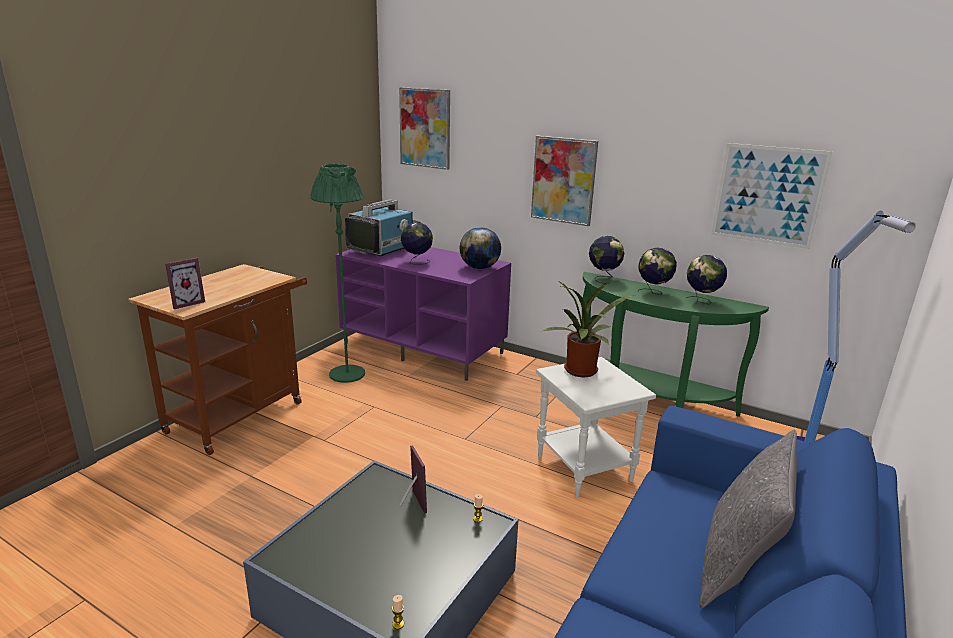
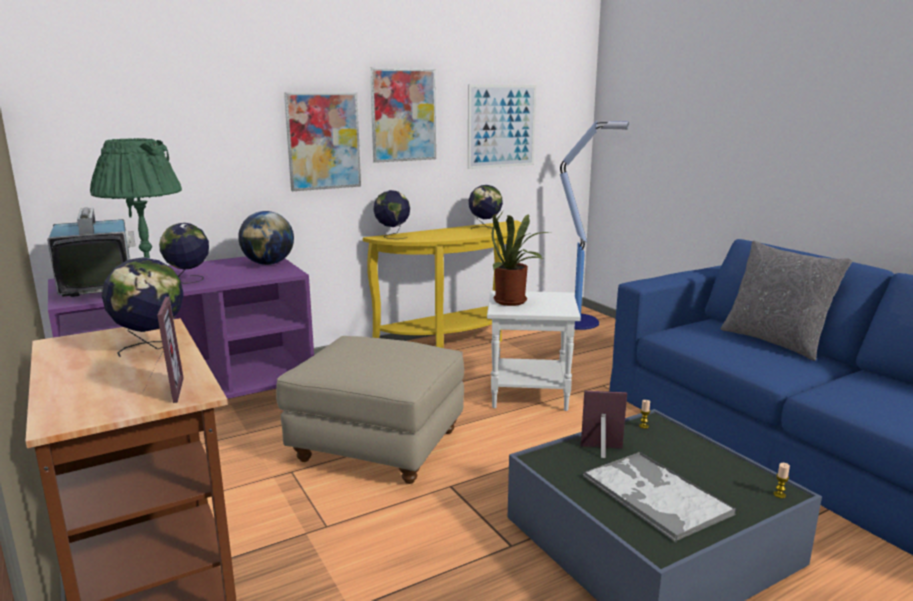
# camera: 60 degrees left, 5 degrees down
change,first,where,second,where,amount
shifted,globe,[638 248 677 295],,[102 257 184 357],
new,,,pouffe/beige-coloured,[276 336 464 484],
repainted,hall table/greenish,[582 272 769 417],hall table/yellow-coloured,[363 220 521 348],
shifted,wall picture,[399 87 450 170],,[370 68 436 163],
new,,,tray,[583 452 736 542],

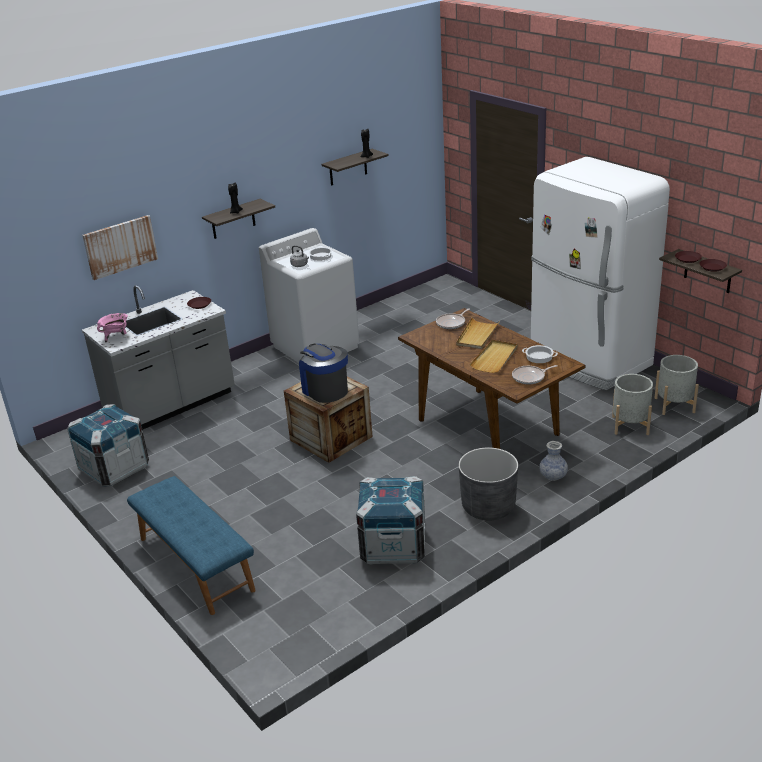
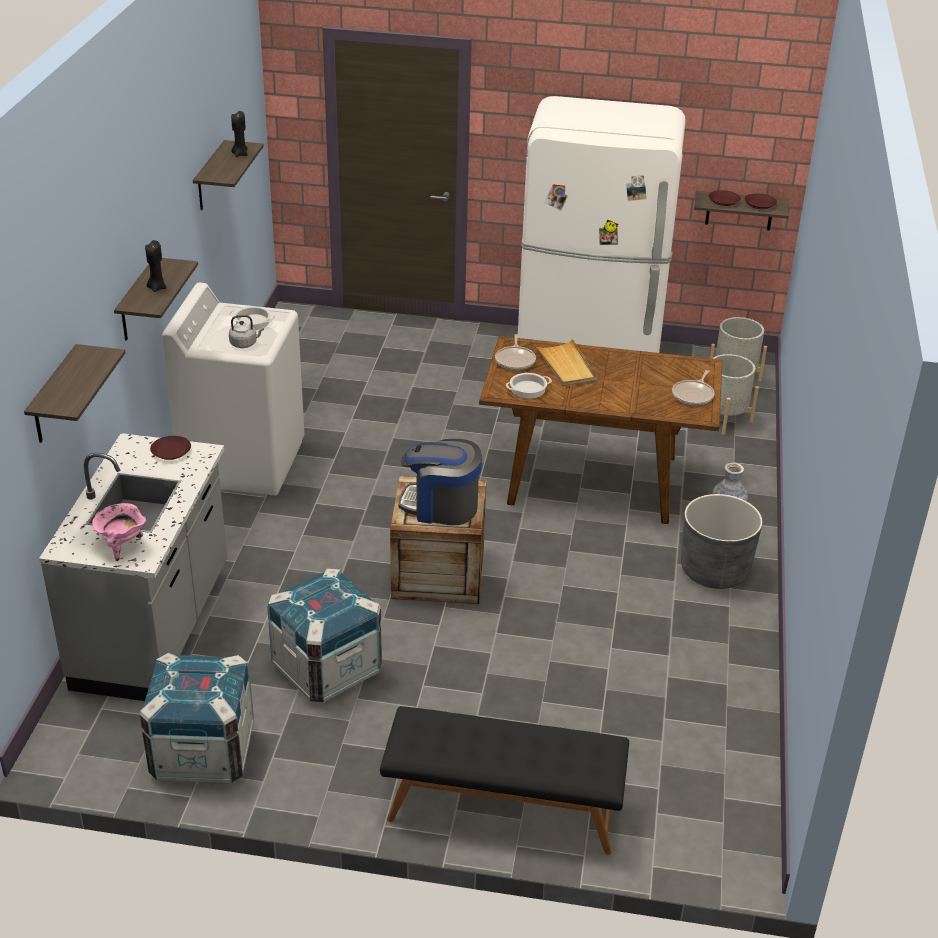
# camera: 45 degrees left, 5 degrees up
change,first,where,second,where,amount
swapped,wall picture,[82 215 158 280],bracket shelf,[24 344 125 443],
shifted,shipping crate,[356 476 425 565],,[267 569 382 703],
repainted,bench/bluish,[127 476 256 615],bench/black,[380 706 629 855],
shifted,saucepot,[522 345 558 363],,[506 373 552 399],
gone,tray/beige-coloured,[470 340 517 373],,,

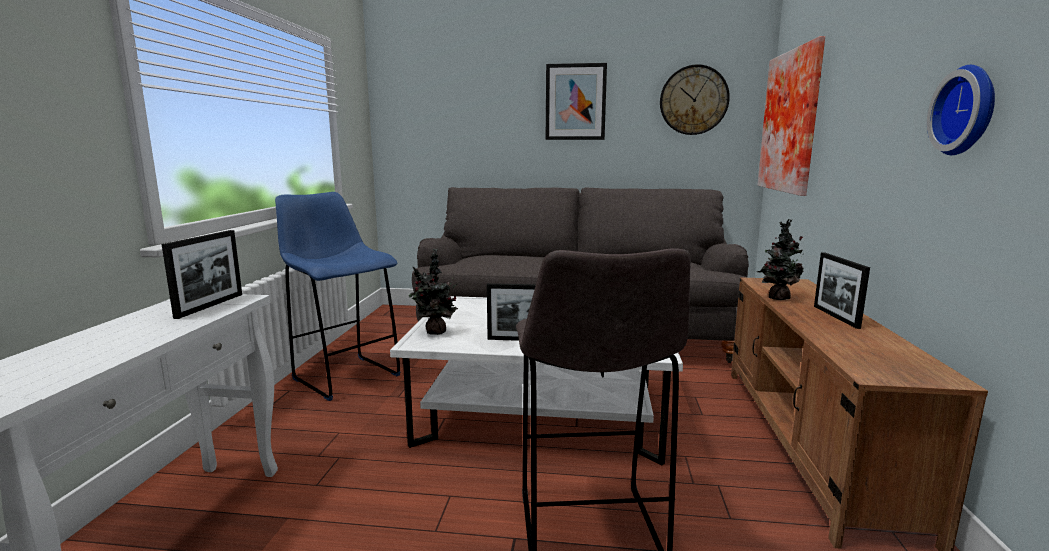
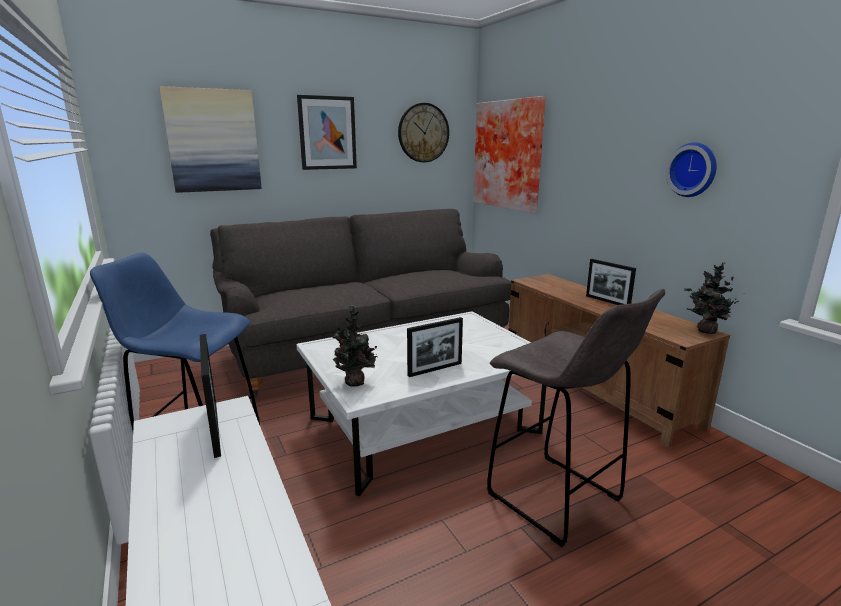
# camera: 35 degrees left, 5 degrees up
change,first,where,second,where,amount
new,,,wall picture,[159 86 262 193],
shifted,potted plant,[757 219 804 300],,[684 262 742 334],

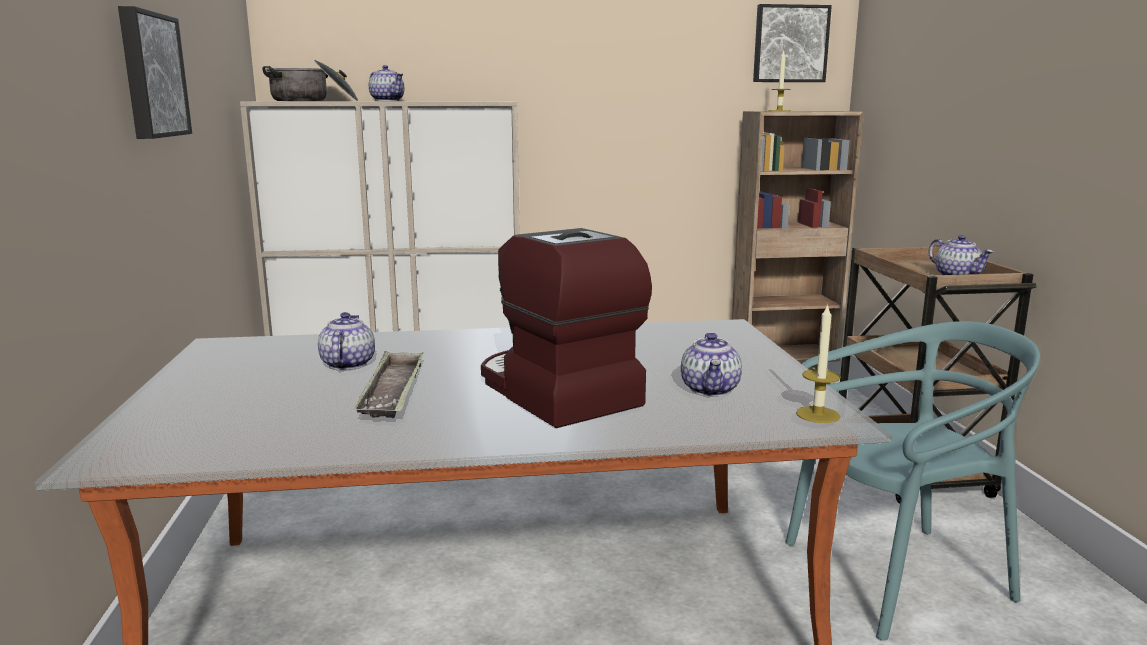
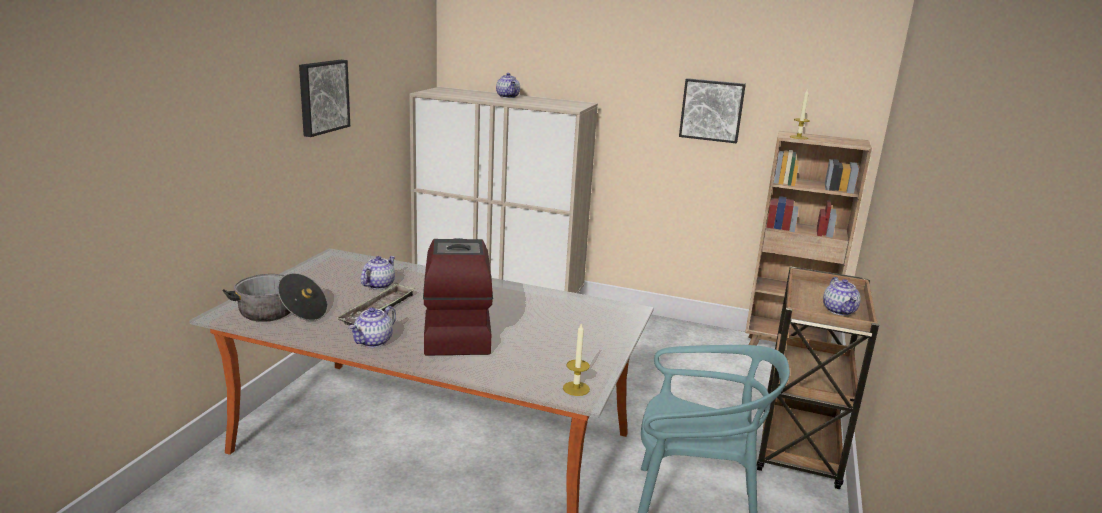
# camera: 25 degrees right, 5 degrees up
change,first,where,second,where,amount
shifted,saucepot,[262 60 358 101],,[222 273 328 322],
shifted,teapot,[681 333 742 396],,[348 306 396 347],
shifted,wall picture,[753 4 832 82],,[679 78 746 144],

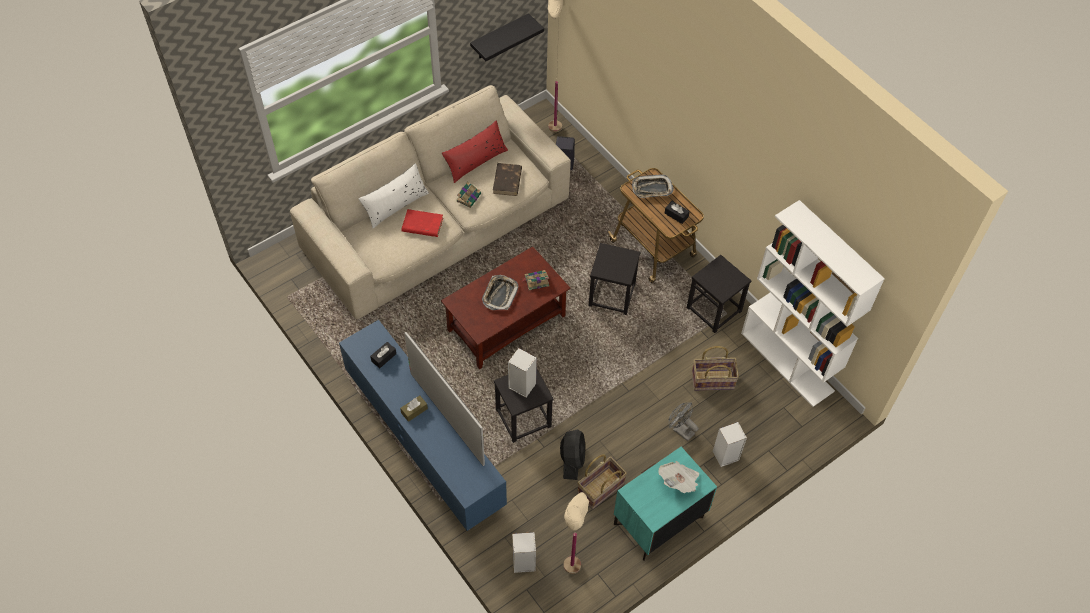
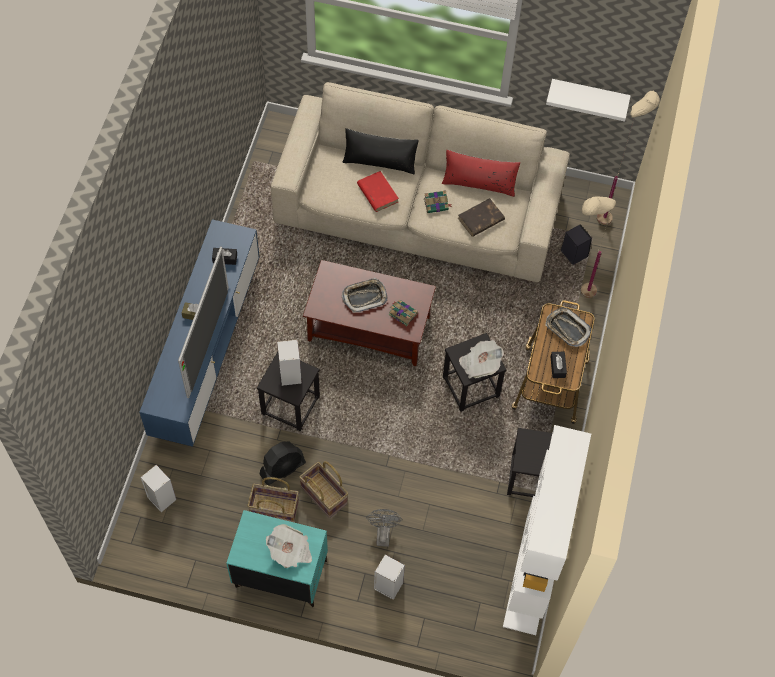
# camera: 50 degrees right, 5 degrees up
change,first,where,second,where,amount
shifted,storage basket,[692 346 739 391],,[299 461 348 518],
repainted,pillow/whitish,[358 163 429 228],pillow/black,[342 128 419 174],
new,,,daily paper,[459 340 504 379],
repainted,bracket shelf/black,[470 13 544 61],bracket shelf/whitish,[546 79 631 122],
shifted,floor lamp/beige-coloured,[563 491 589 574],,[581 197 616 298],

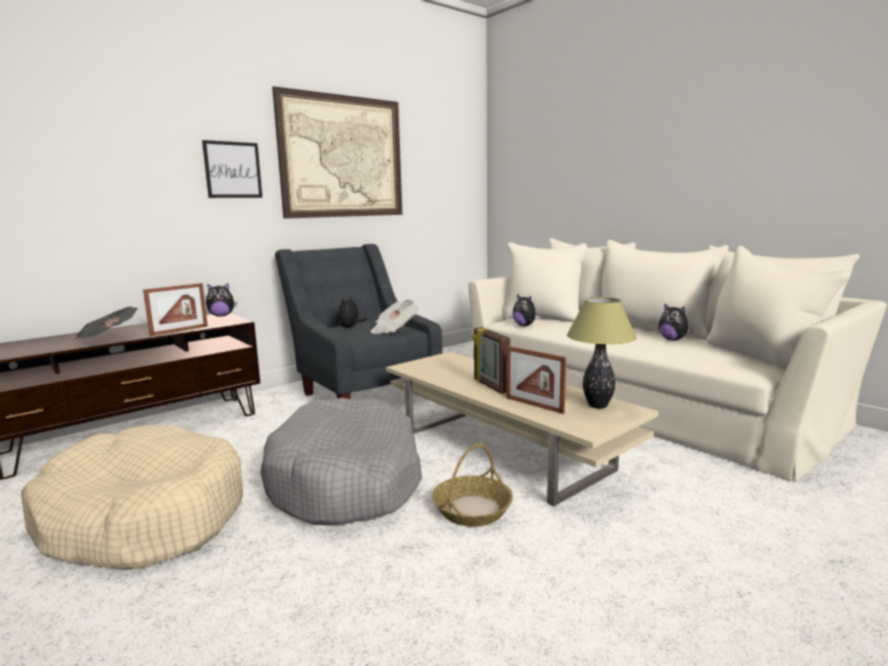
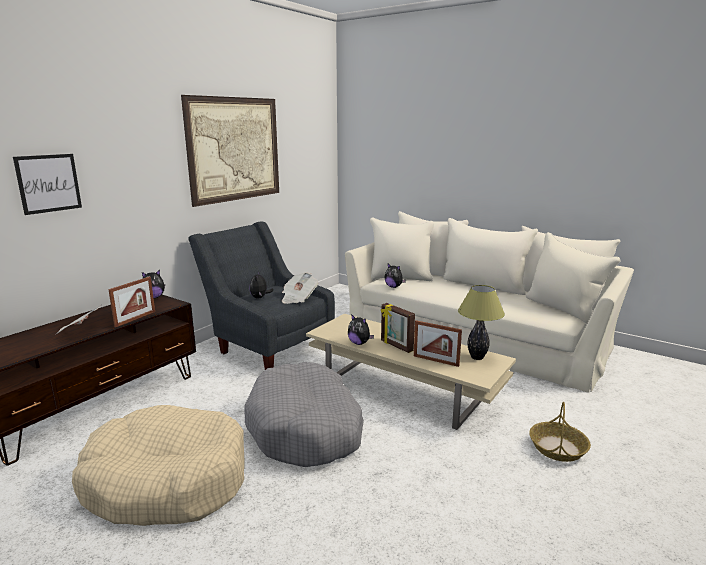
# camera: 15 degrees left, 5 degrees up
change,first,where,second,where,amount
shifted,wall picture,[202 140 262 198],,[13 154 82 215],
shifted,plush toy,[658 303 693 341],,[348 314 374 345],
shifted,storage basket,[432 443 513 527],,[529 402 591 462],

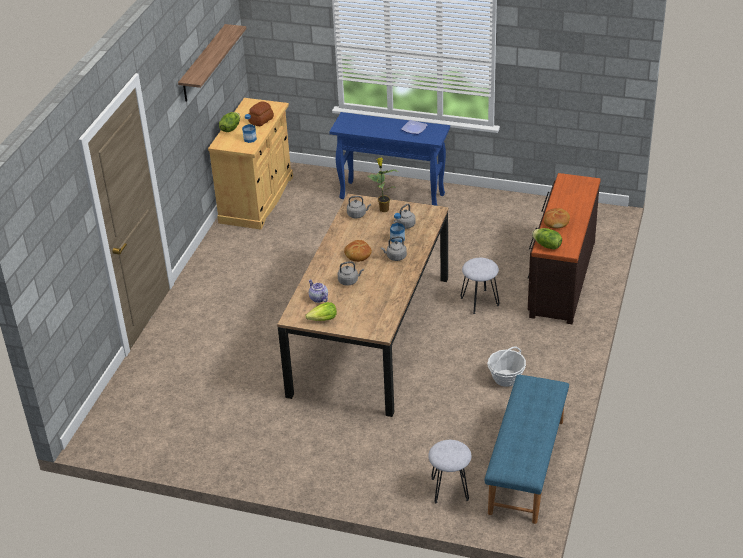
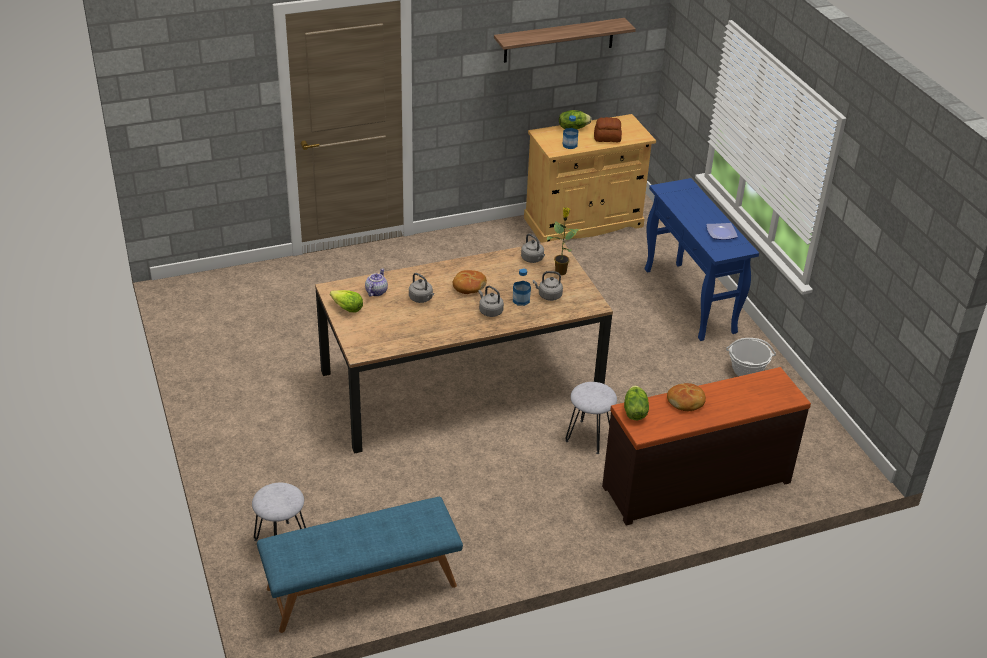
# camera: 50 degrees right, 0 degrees up
change,first,where,second,where,amount
shifted,storage basket,[487 346 526 387],,[726 338 776 376],

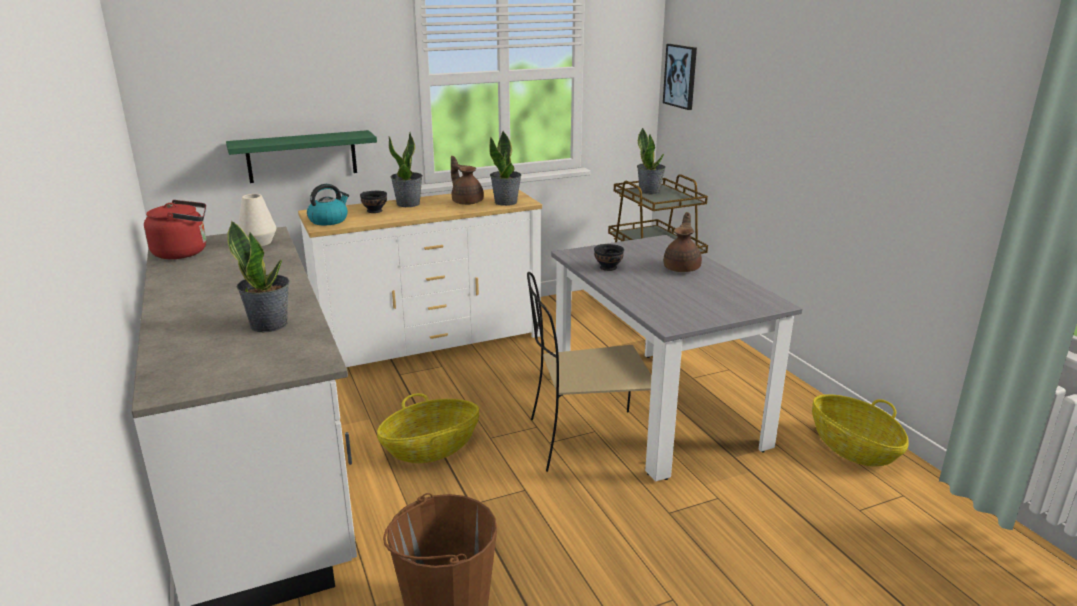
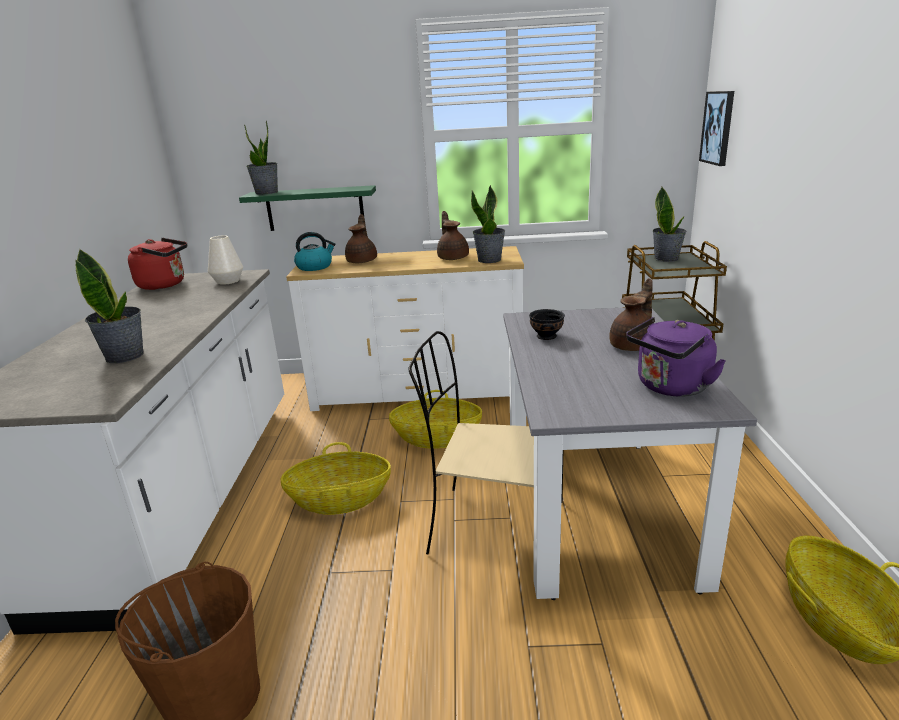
# camera: 25 degrees right, 0 degrees up
change,first,where,second,where,amount
shifted,potted plant,[389 132 423 207],,[244 120 278 195],
swapped,bowl/black,[360 191 387 213],teapot/brownish,[345 214 377 263],
new,,,storage basket,[389 390 482 449],
new,,,kettle/purple,[626 317 726 397],

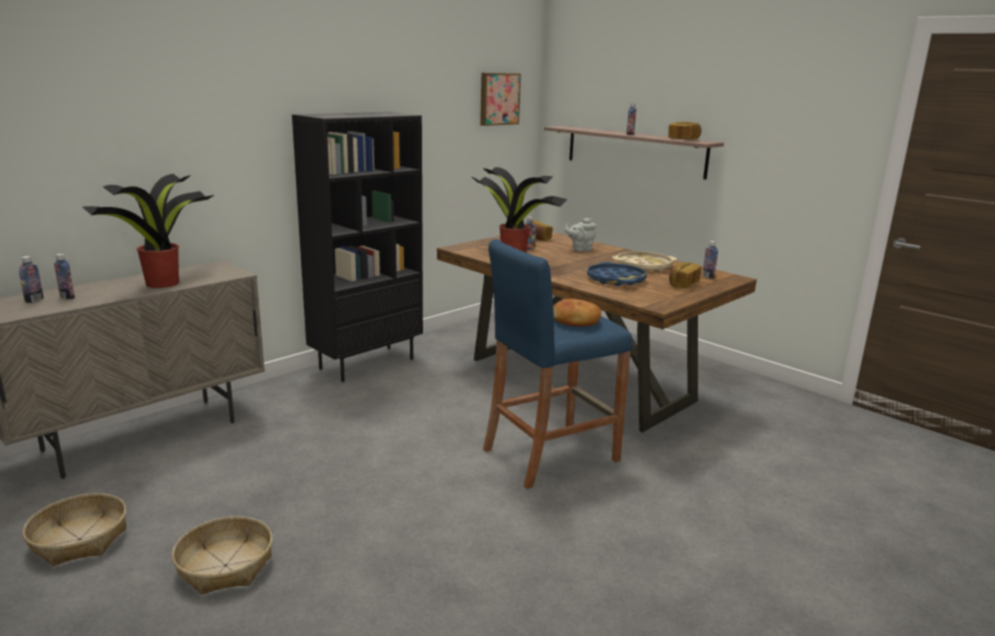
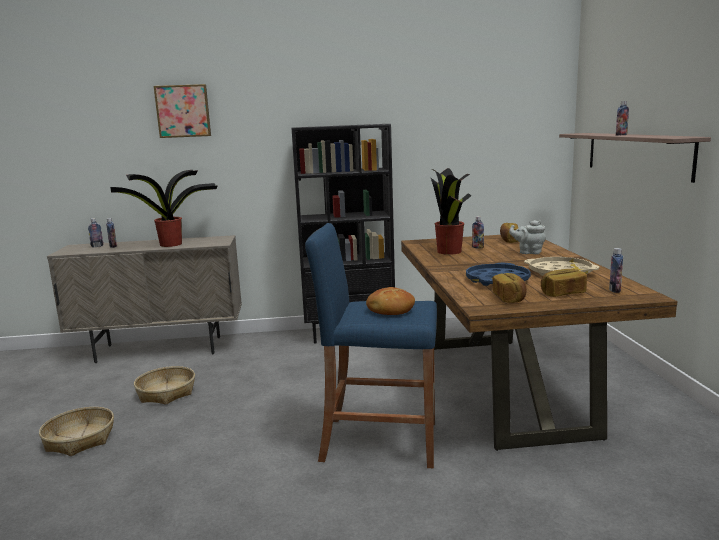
# camera: 40 degrees right, 5 degrees down
change,first,where,second,where,amount
shifted,storage basket,[23 493 126 566],,[134 366 195 405],
shifted,wall picture,[480 73 521 126],,[154 84 211 138],
shifted,bread,[668 122 701 140],,[492 273 527 303],

